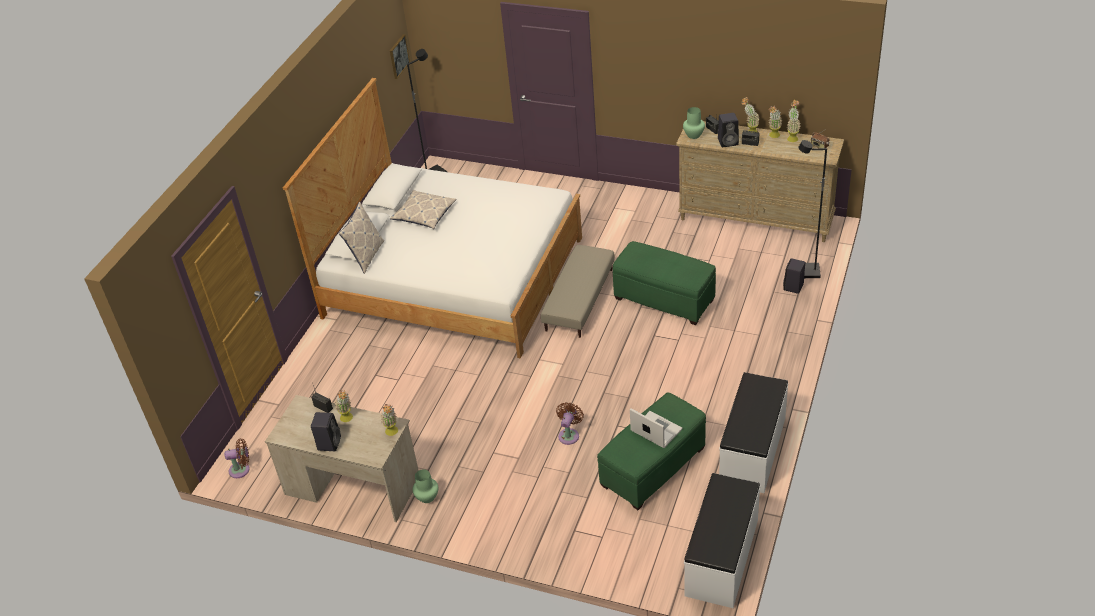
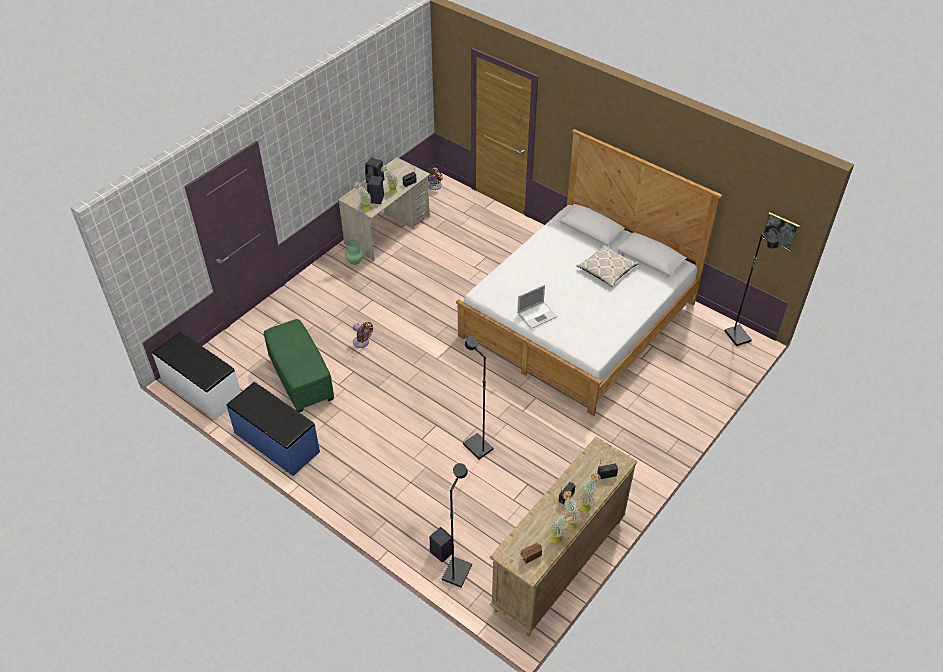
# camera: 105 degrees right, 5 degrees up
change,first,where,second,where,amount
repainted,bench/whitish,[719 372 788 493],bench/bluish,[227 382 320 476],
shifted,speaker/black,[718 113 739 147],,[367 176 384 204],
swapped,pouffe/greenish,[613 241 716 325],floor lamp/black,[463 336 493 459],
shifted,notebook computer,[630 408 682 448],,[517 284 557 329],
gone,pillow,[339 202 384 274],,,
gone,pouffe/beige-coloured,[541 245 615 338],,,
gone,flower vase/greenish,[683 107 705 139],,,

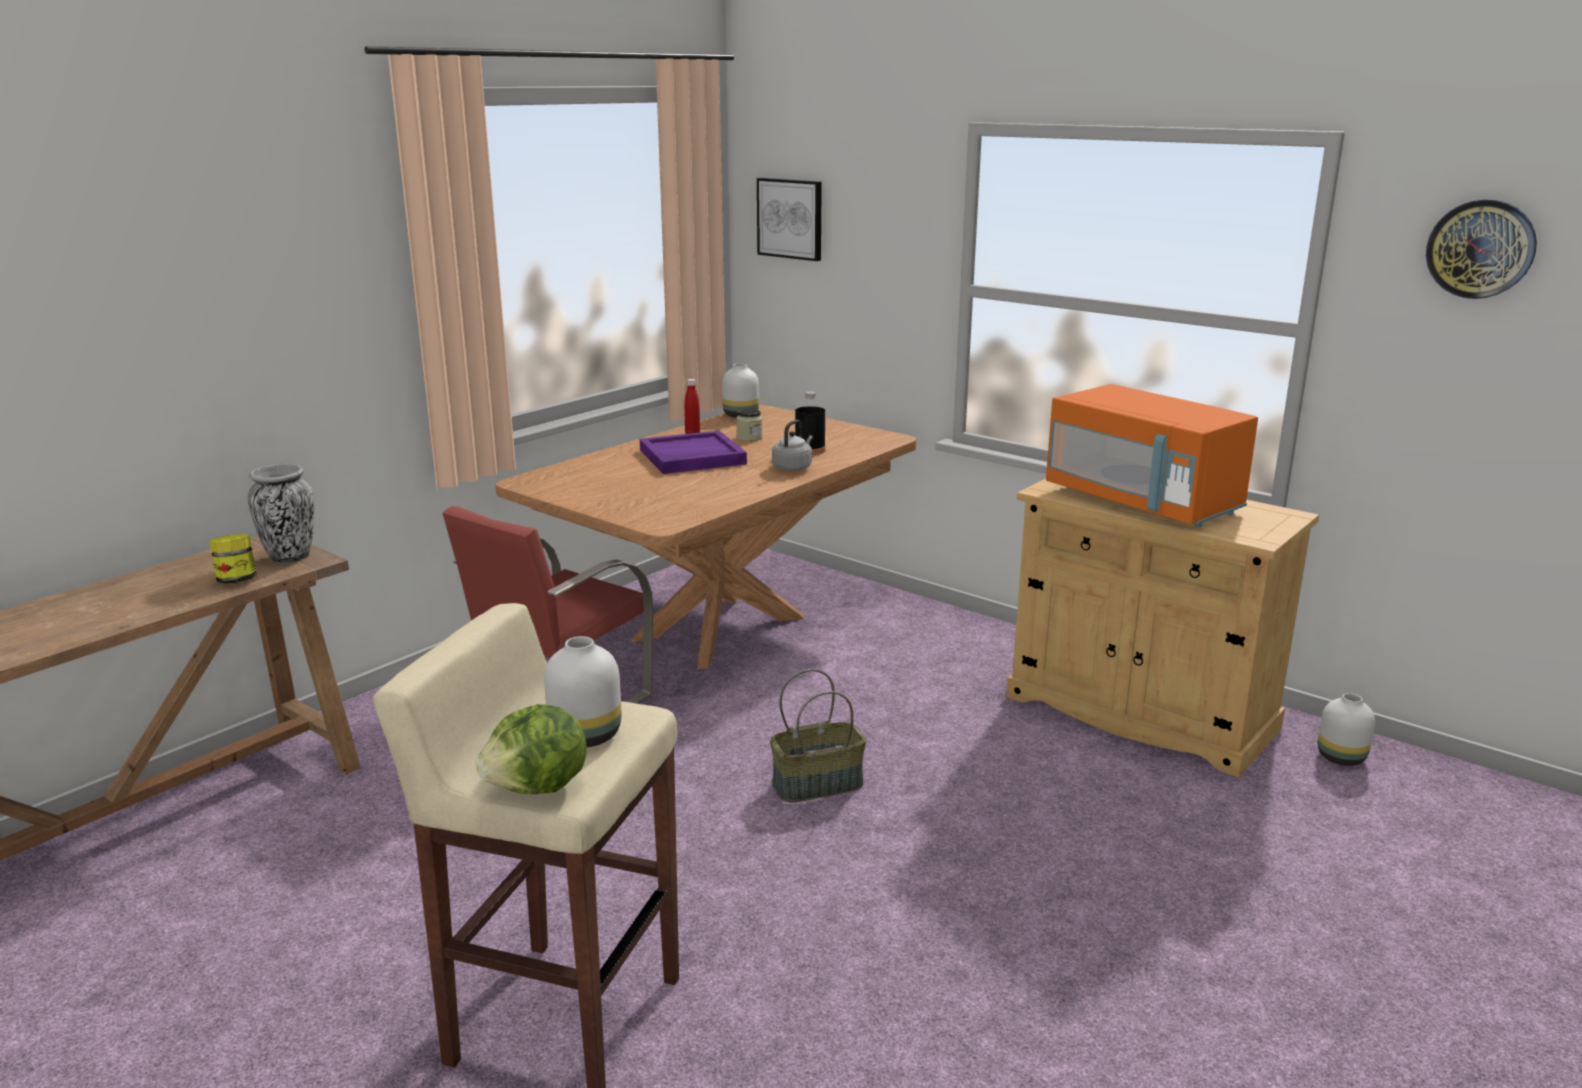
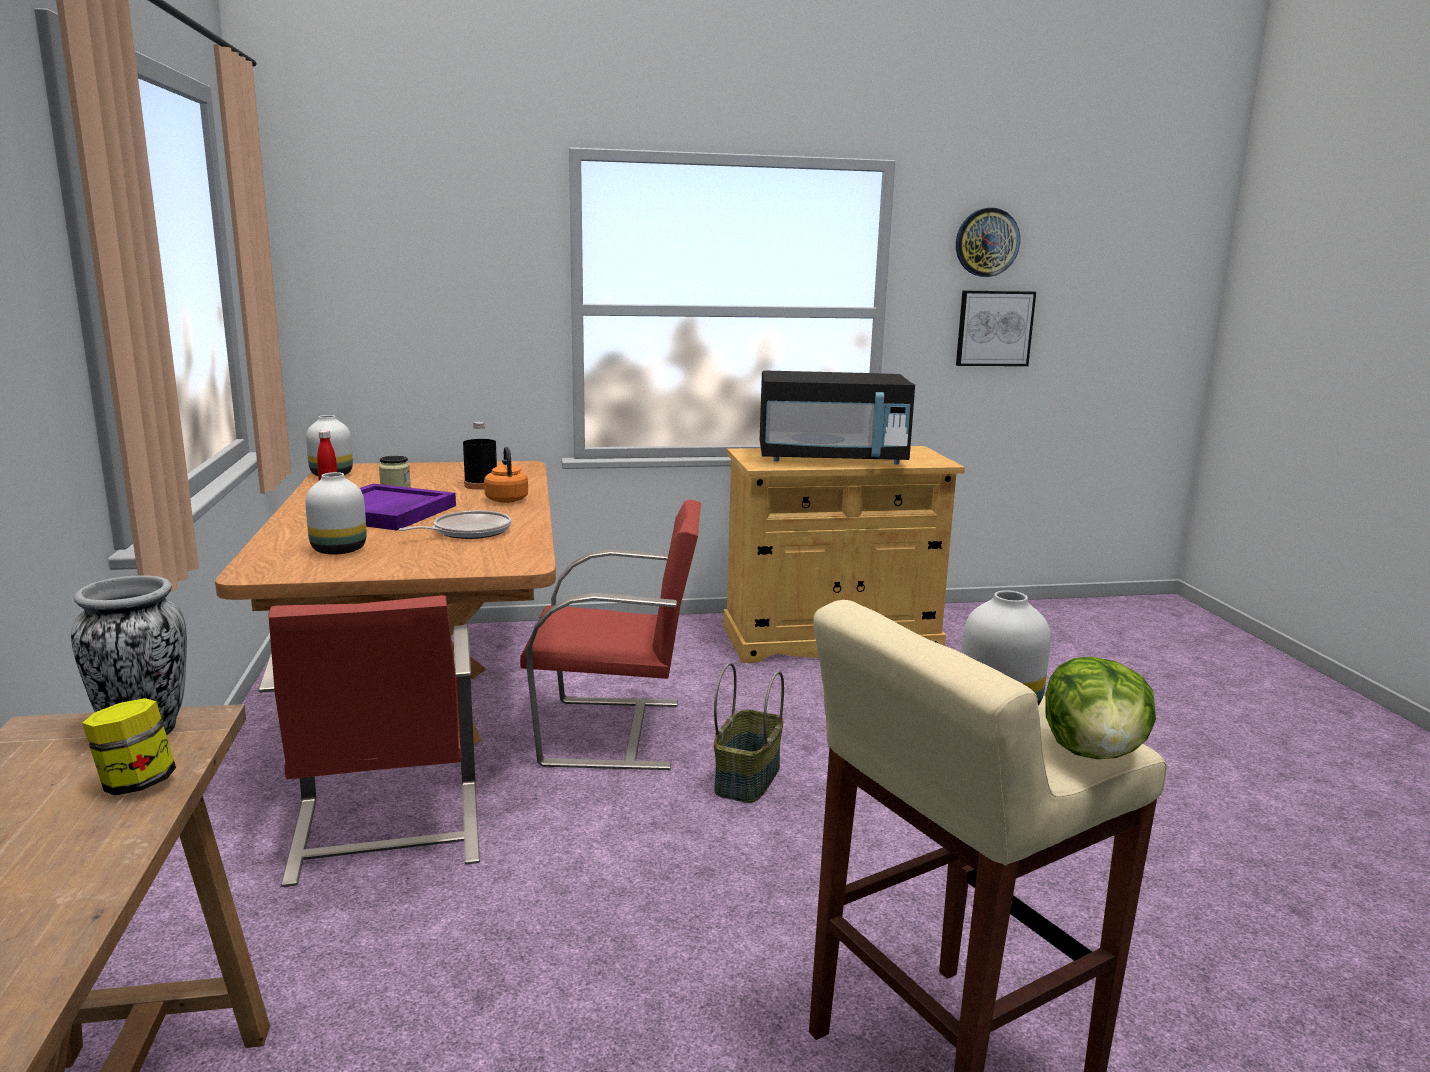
# camera: 50 degrees left, 5 degrees down
change,first,where,second,where,amount
shifted,flower vase/whitish,[1318 693 1375 766],,[305 472 367 554],
new,,,skillet,[399 510 511 539],
repainted,kettle/gray,[772 420 813 472],kettle/orange-coloured,[484 447 528 503],
new,,,upright chair/red-coloured,[520 500 701 770],
repainted,kitchen microwave/orange-coloured,[1046 384 1258 527],kitchen microwave/black,[760 370 915 465],
shifted,wall picture,[757 178 822 261],,[956 290 1036 366],

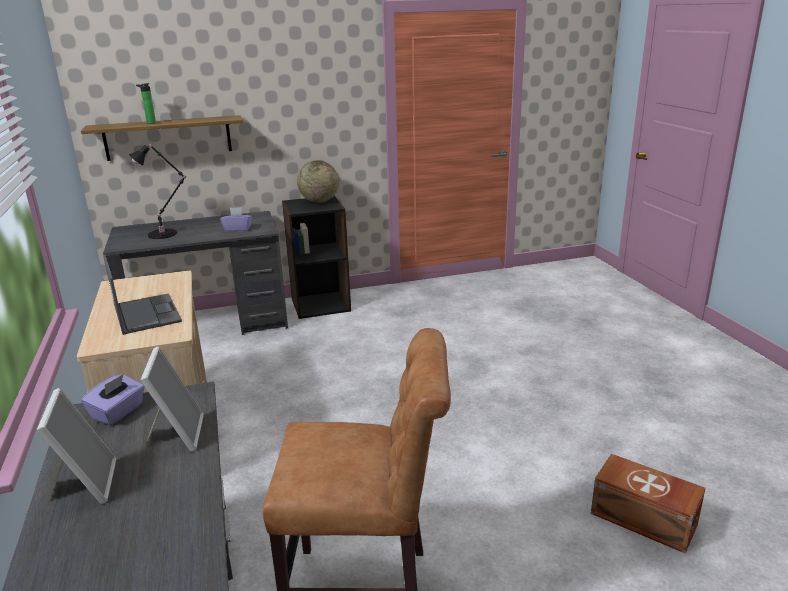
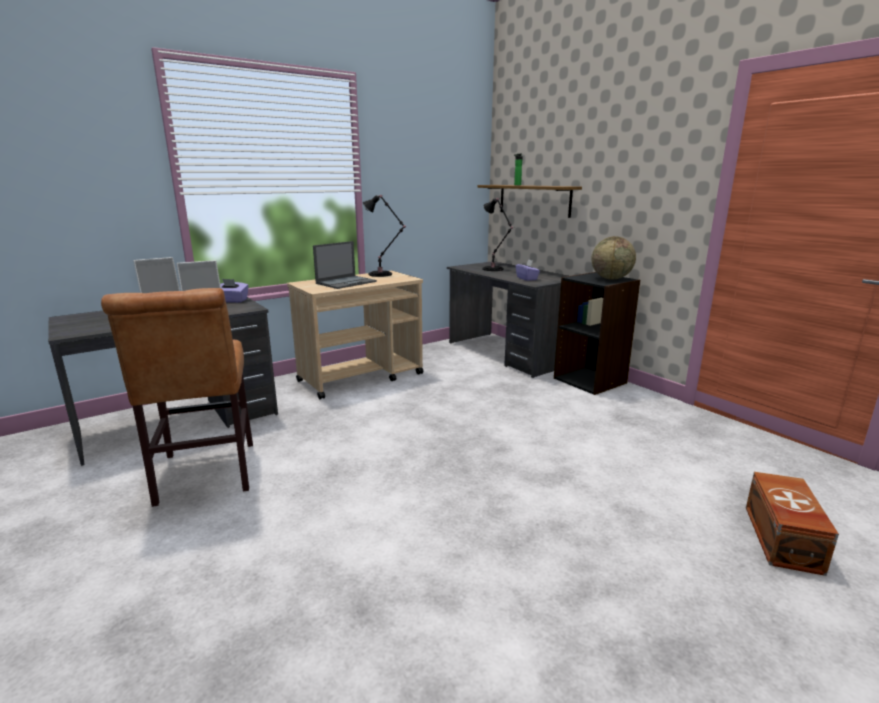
# camera: 70 degrees right, 5 degrees down
change,first,where,second,where,amount
new,,,lamp for a table/black,[363 195 406 277],
shifted,storage box/brownish,[591 454 706 553],,[746 472 839 576],

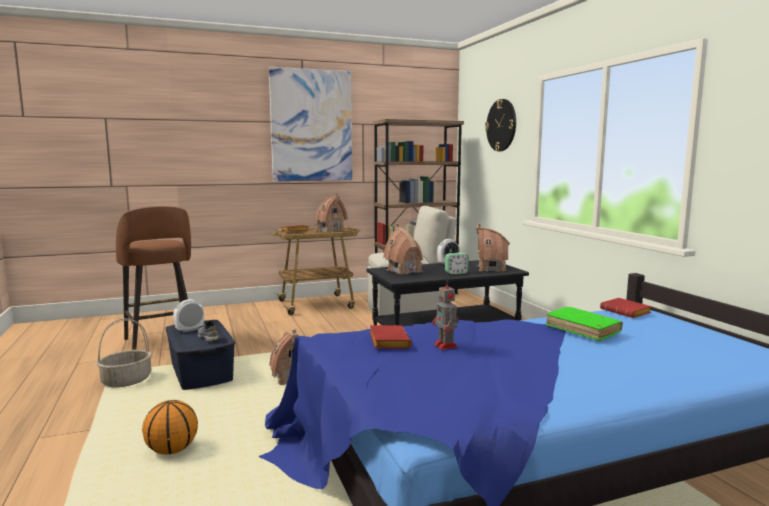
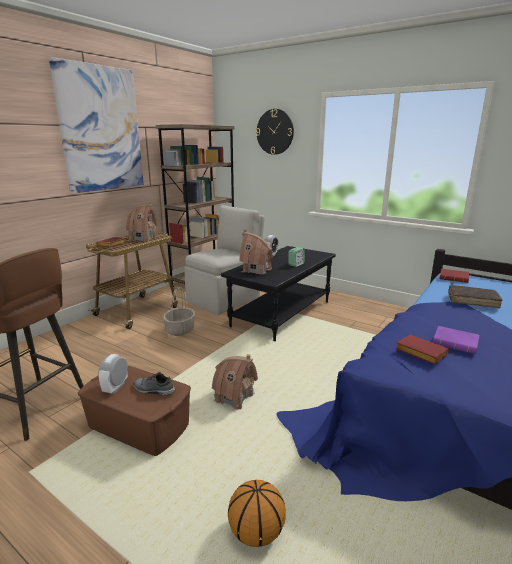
# camera: 35 degrees left, 10 degrees up
change,first,where,second,where,amount
repainted,storage box/bluish,[165 320 235 390],storage box/brownish,[78 366 191 456],
shifted,storage basket,[97 318 152 387],,[163 287 195 336],
swapped,toy robot,[432 280 459 350],bound book/purple,[433 326 480 354],
repainted,bound book/greenish,[546 307 623 341],bound book/brownish,[448 285 503 308],
gone,miniature house,[476 224 510 272],,,

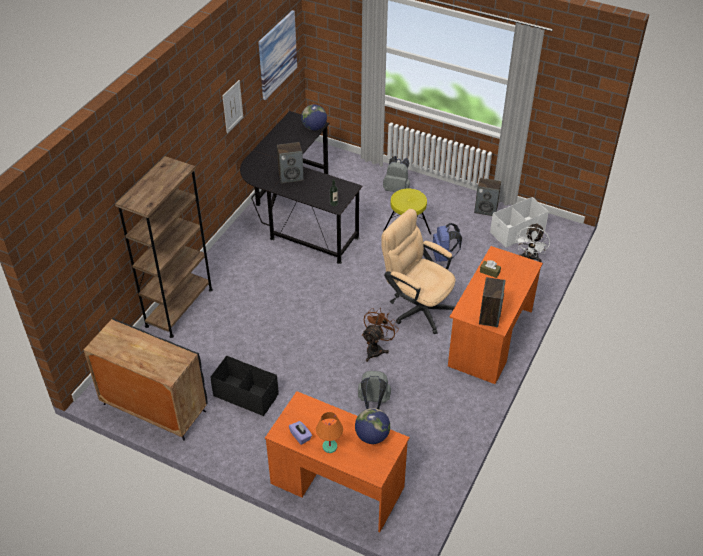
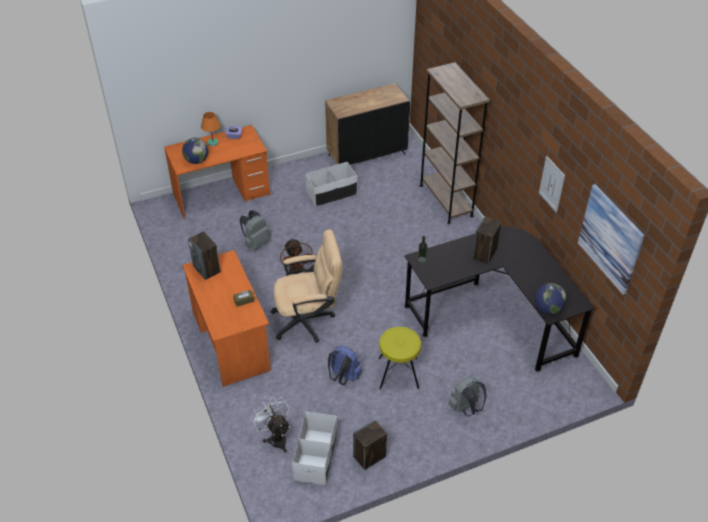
# camera: 130 degrees right, 0 degrees up
change,first,where,second,where,amount
repainted,storage box/black,[211 355 278 416],storage box/whitish,[306 162 357 206],

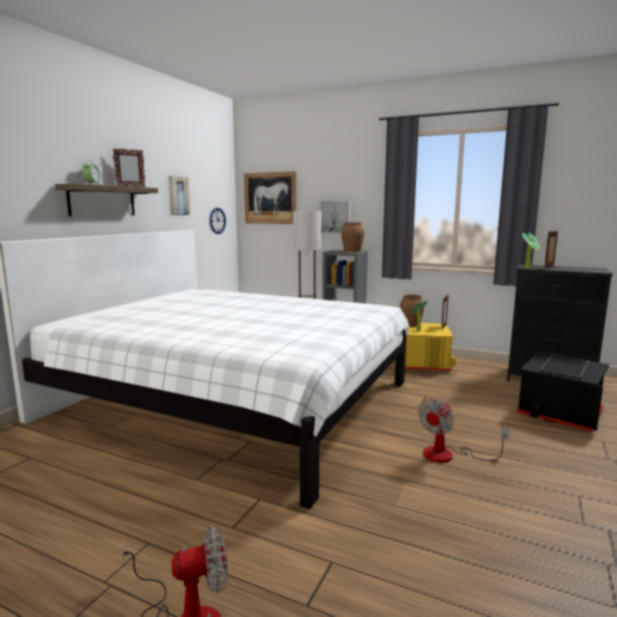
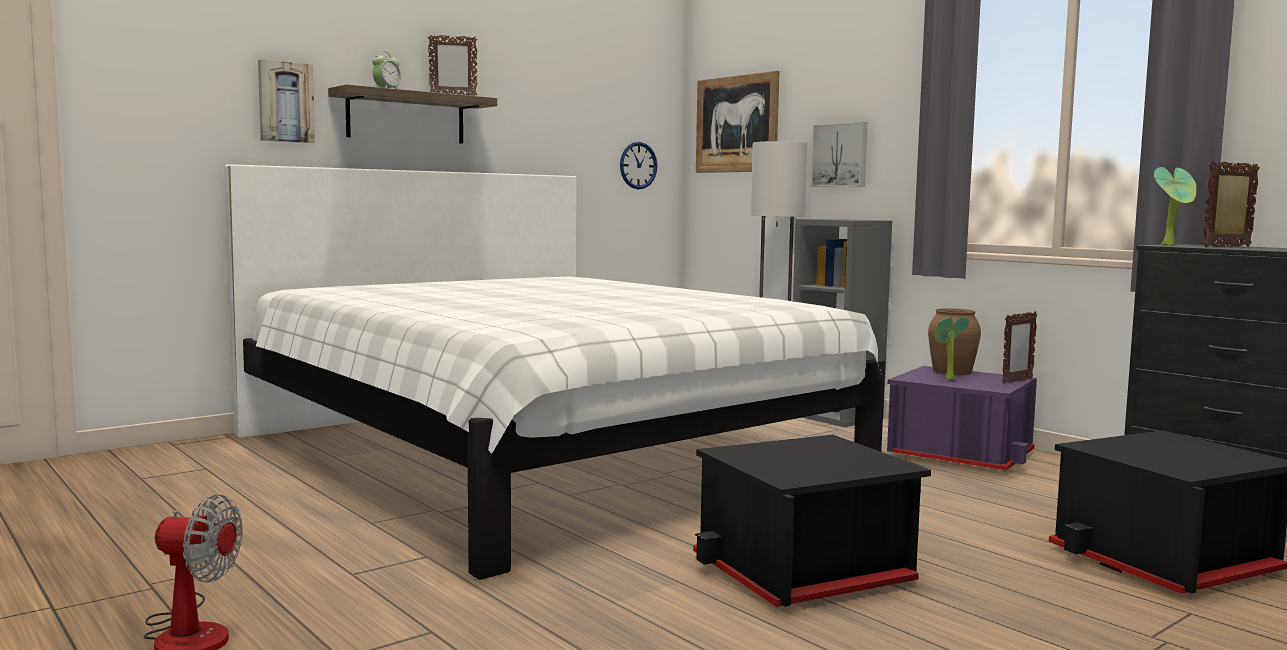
# camera: 25 degrees right, 5 degrees down
change,first,where,second,where,amount
shifted,wall picture,[169 176 190 215],,[258 59 315 143],
swapped,fan,[418 399 510 463],storage box/black,[693 435 931 607],
repainted,storage box/yellow-coloured,[394 323 456 371],storage box/purple,[887 366 1037 470],
gone,flower vase/brownish,[341 223 364 252],,,
gone,tray,[540 354 590 379],,,

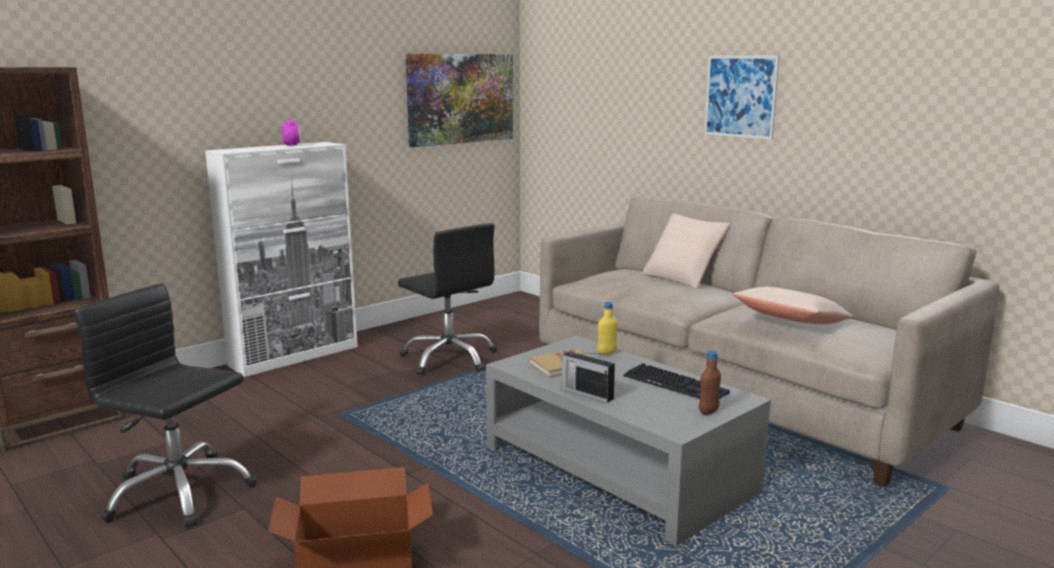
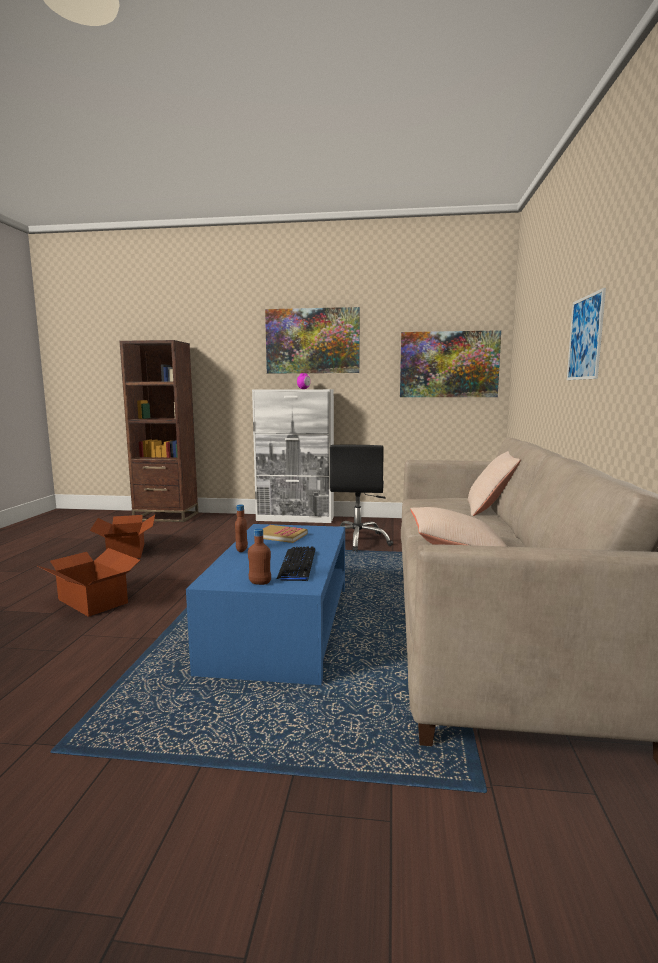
# camera: 50 degrees right, 5 degrees down
change,first,where,second,where,amount
swapped,computer chair/black,[74 283 257 527],cardboard box,[90 515 155 558],
repainted,low table/gray,[486 336 771 546],low table/bluish,[186 524 345 685],
swapped,radio,[561 352 615 403],beverage bottle/brownish,[235 504 248 552],
new,,,wall picture,[265 307 360 374],
gone,beverage bottle/yellow-coloured,[597 302 618 355],,,

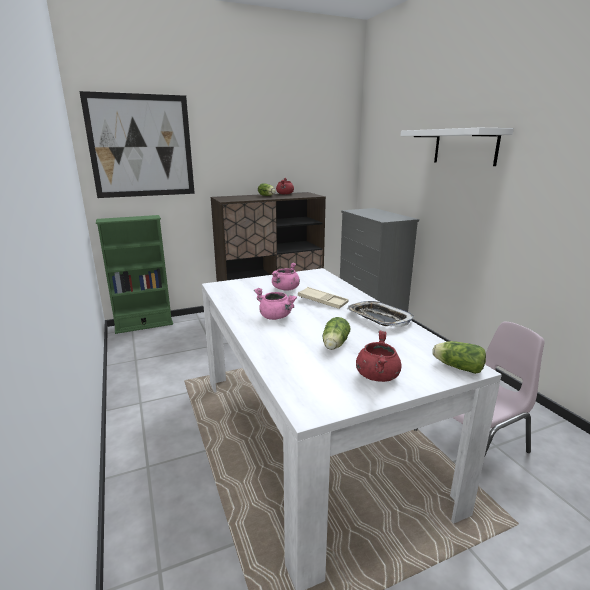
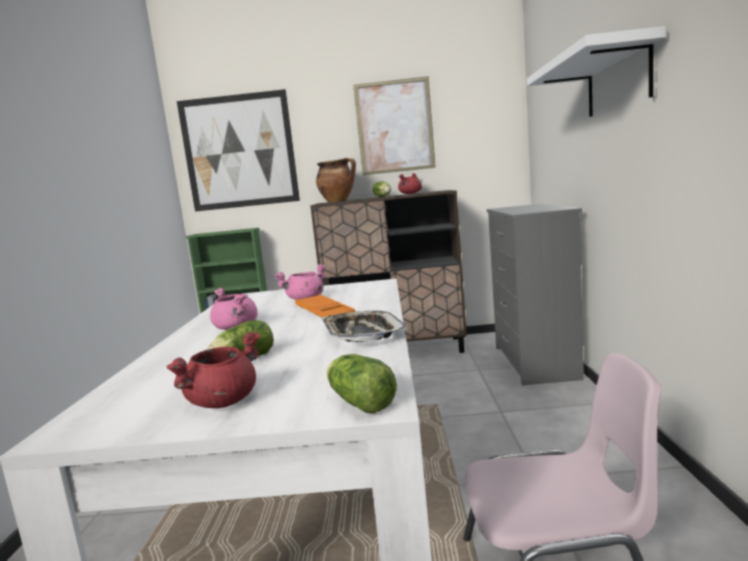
# camera: 25 degrees right, 10 degrees down
change,first,where,second,where,amount
repainted,tray/beige-coloured,[298 287 349 309],tray/orange-coloured,[295 294 355 317],
new,,,saucepot,[316 158 356 202],
new,,,wall picture,[353 76 436 175],

